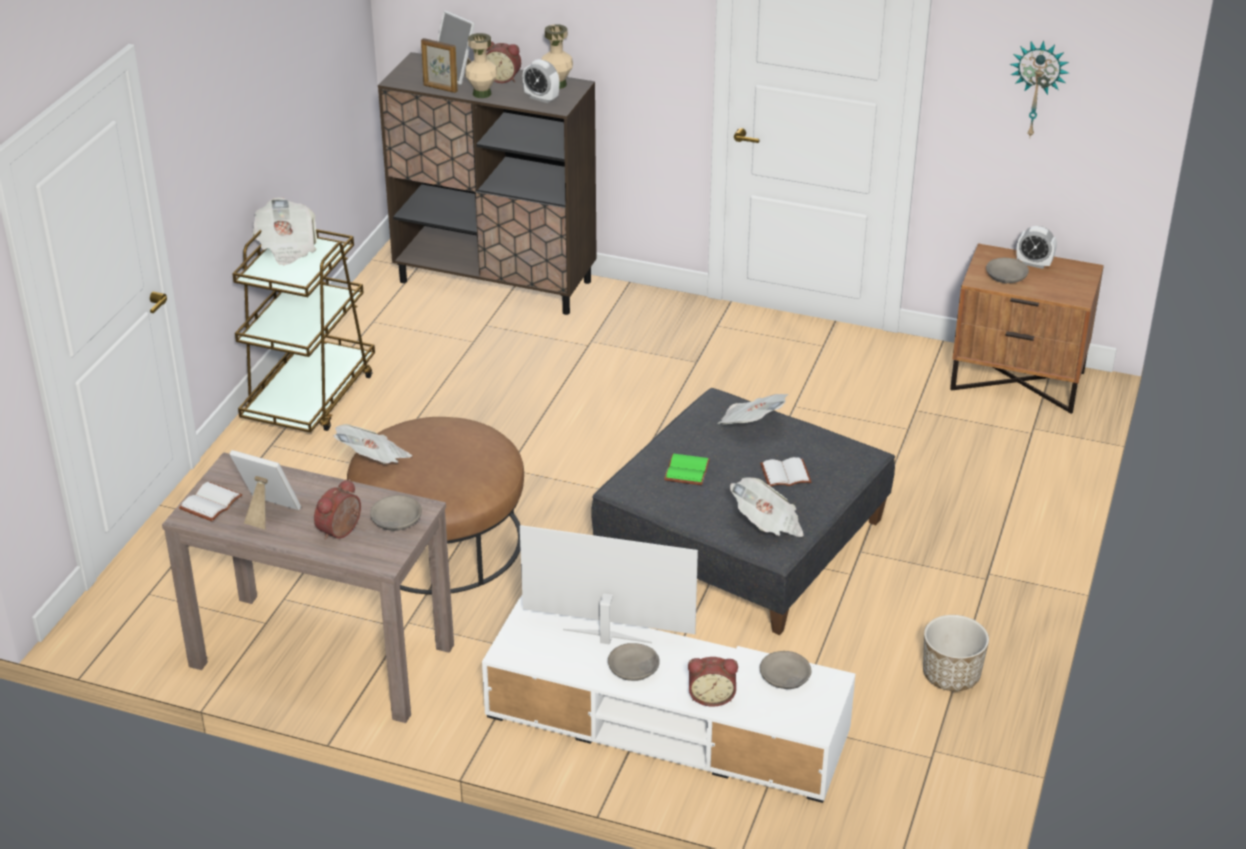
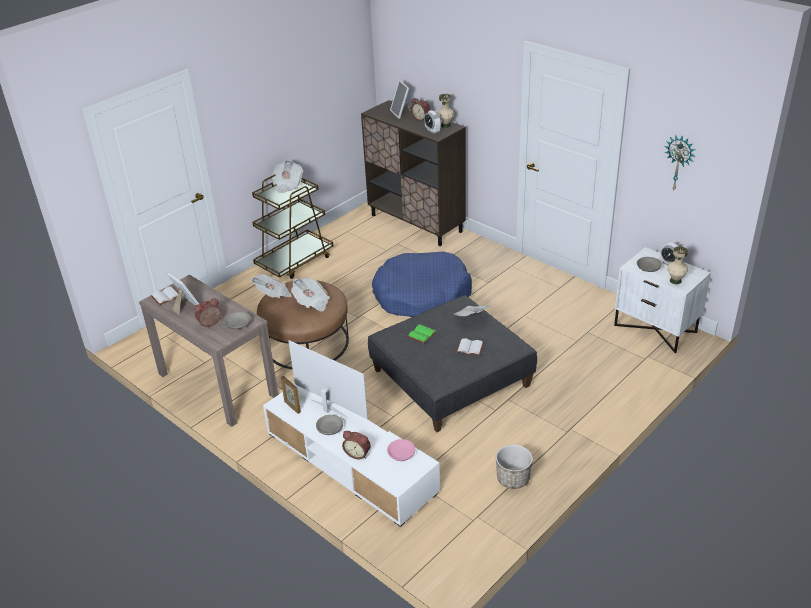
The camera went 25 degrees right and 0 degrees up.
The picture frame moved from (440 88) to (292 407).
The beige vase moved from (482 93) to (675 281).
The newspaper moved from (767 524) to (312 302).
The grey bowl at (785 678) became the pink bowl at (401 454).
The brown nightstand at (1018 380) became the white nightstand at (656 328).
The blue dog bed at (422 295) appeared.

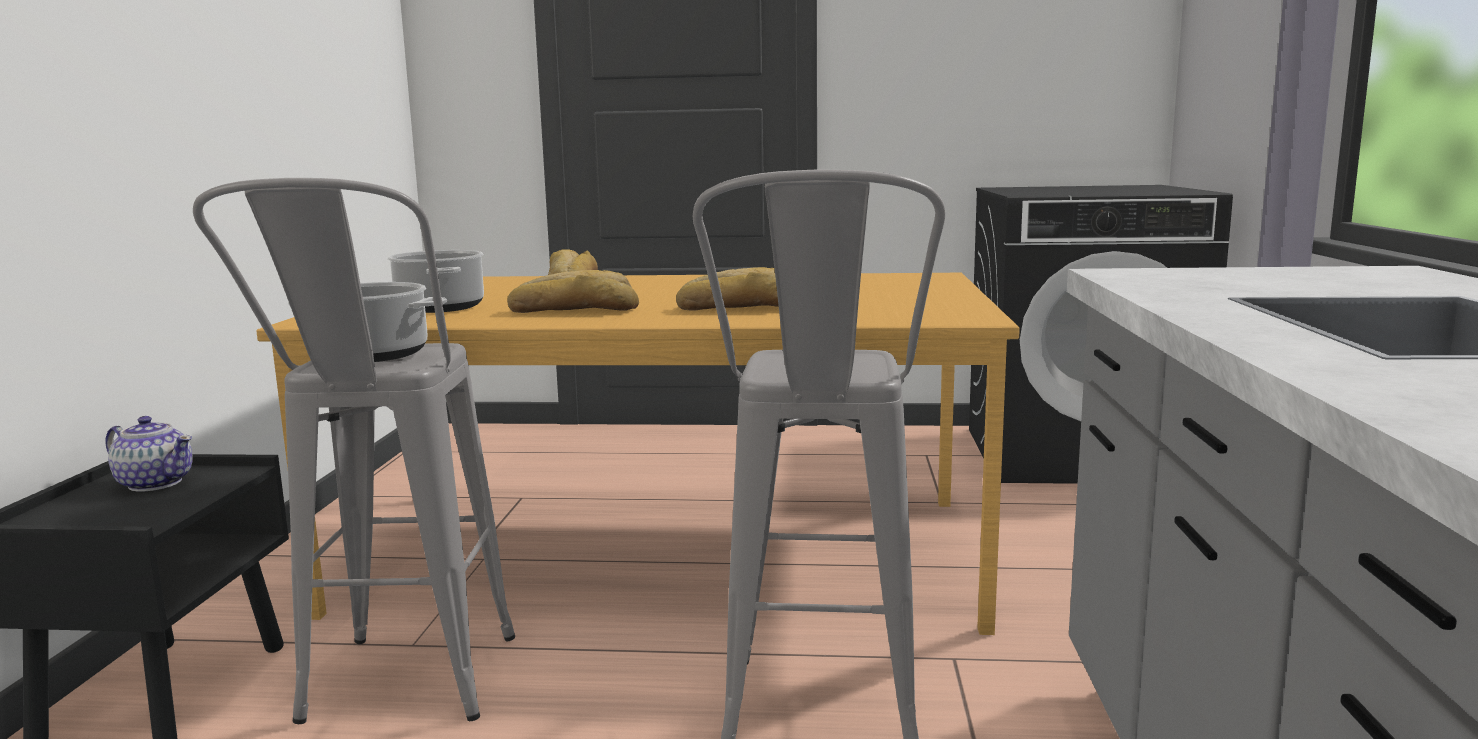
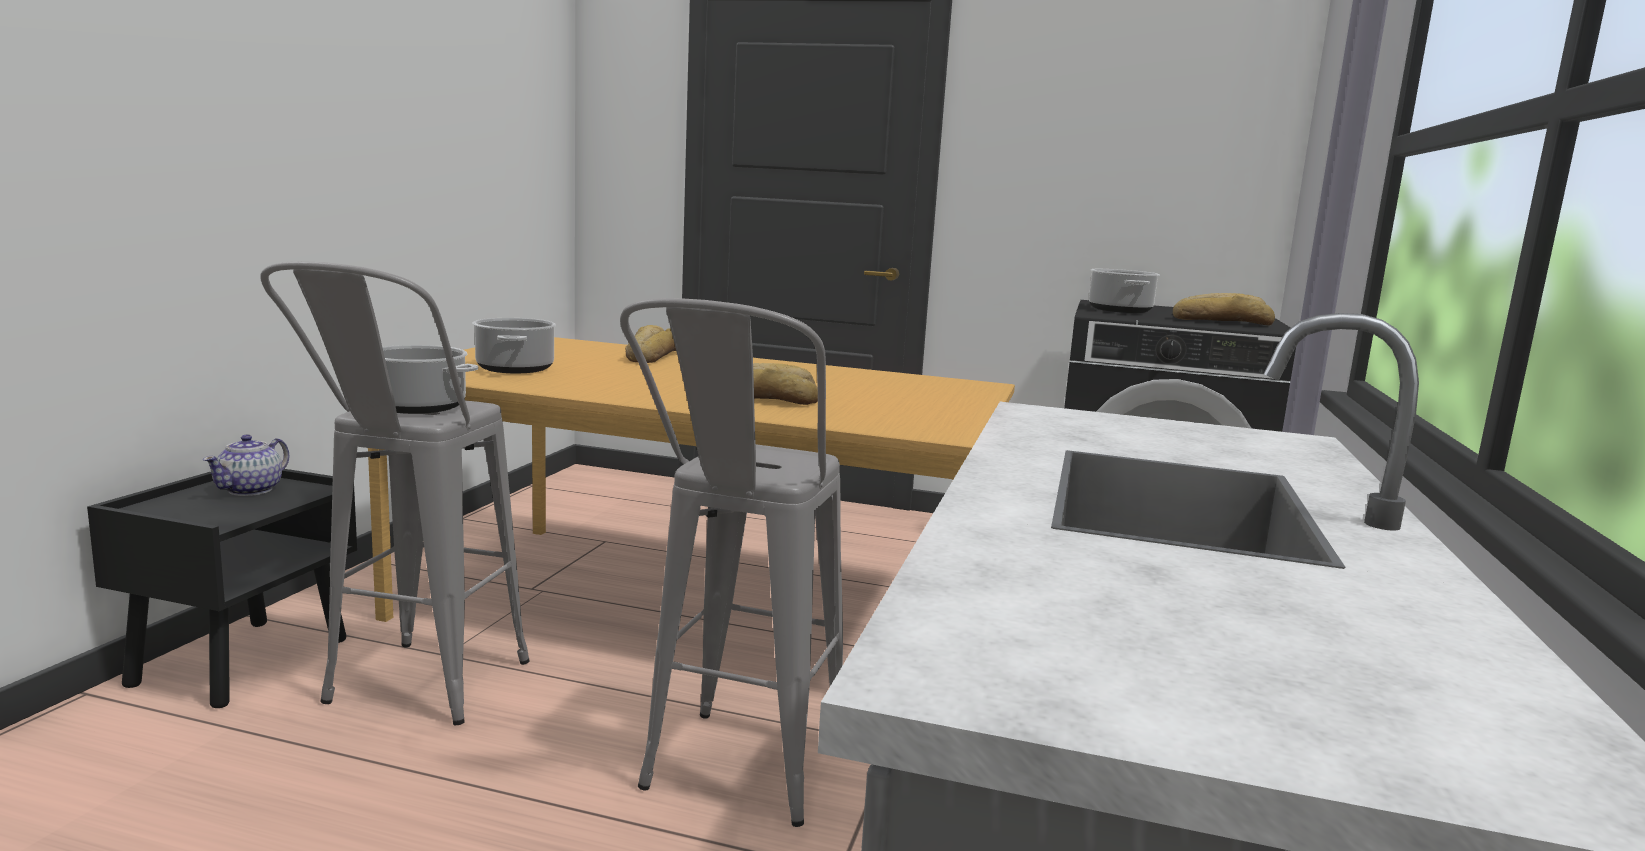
The camera went 10 degrees right and 0 degrees up.
The teapot at (155 483) turned 75 degrees clockwise.
The bread moved from (575 310) to (1221 322).
The cooking pot at (1120 310) appeared.

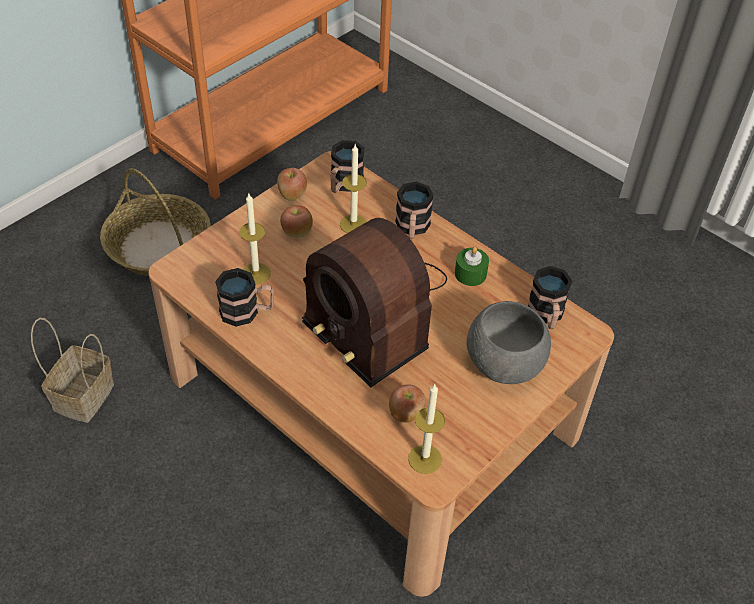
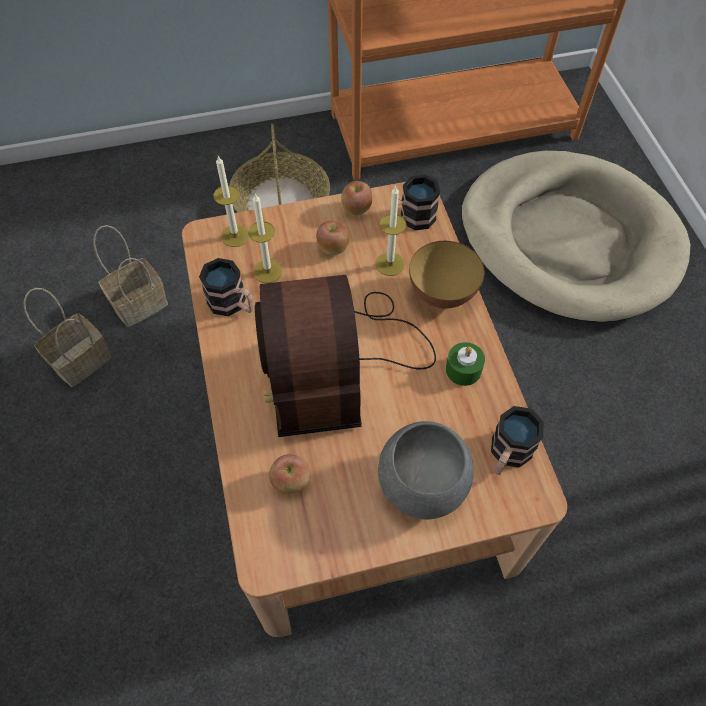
The camera went 35 degrees right and 10 degrees up.
The mug at (412 228) was replaced by the bowl at (442 294).
The candle moved from (425 459) to (235 235).
The basket at (80 363) appeared.
The beige dog bed at (568 240) appeared.

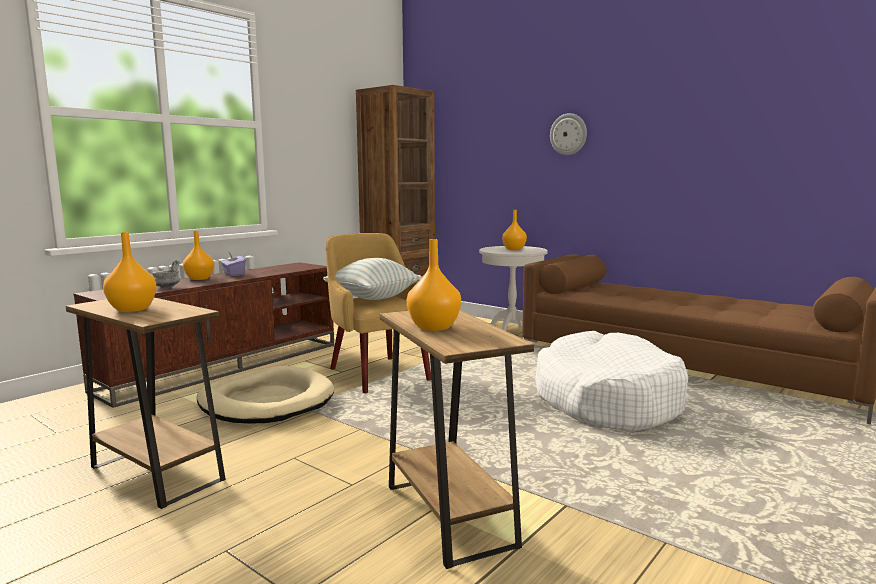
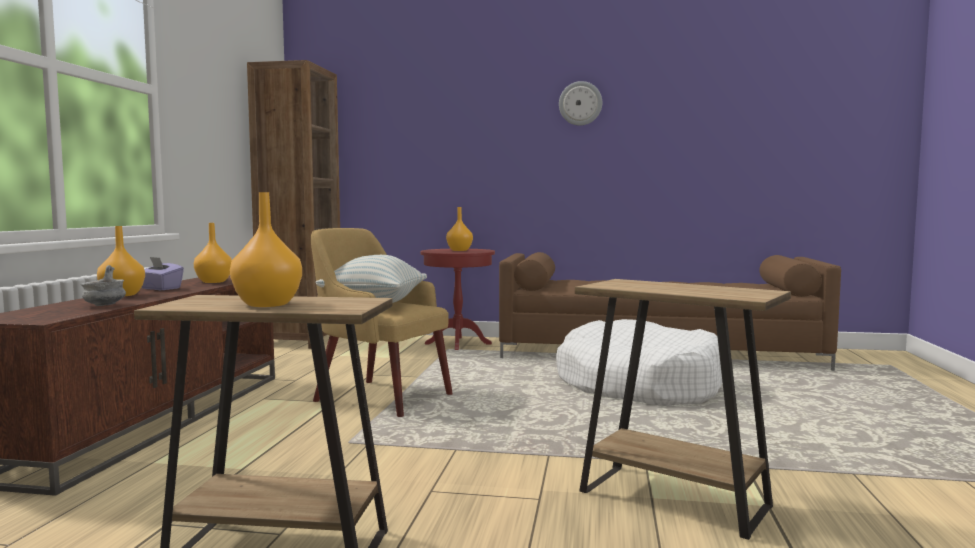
The camera went 30 degrees left and 5 degrees down.
The beige dog bed at (266 401) disappeared.
The orange vase moved from (434 327) to (214 281).
The white side table at (511 333) became the red side table at (458 344).
The wall clock moved from (568 134) to (580 103).

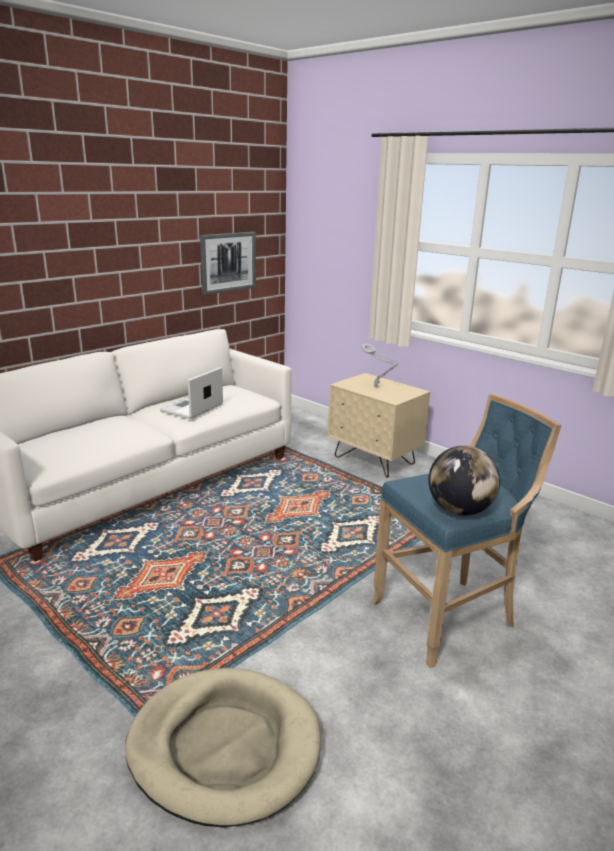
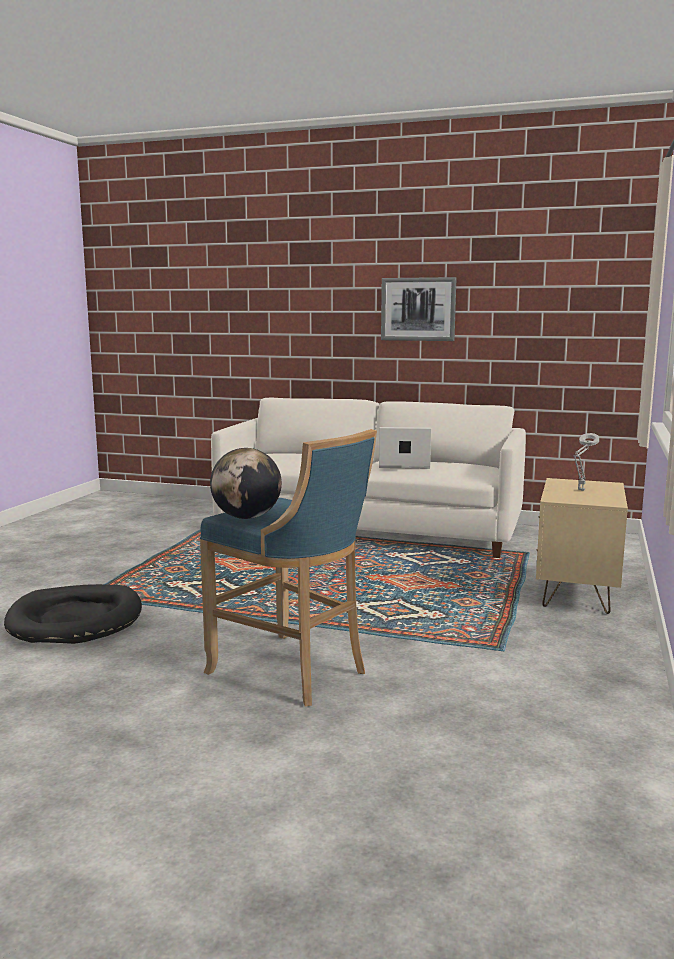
The camera went 65 degrees right and 10 degrees down.
The beige dog bed at (224 747) became the black dog bed at (76 620).
The picture moved from (228 262) to (418 309).

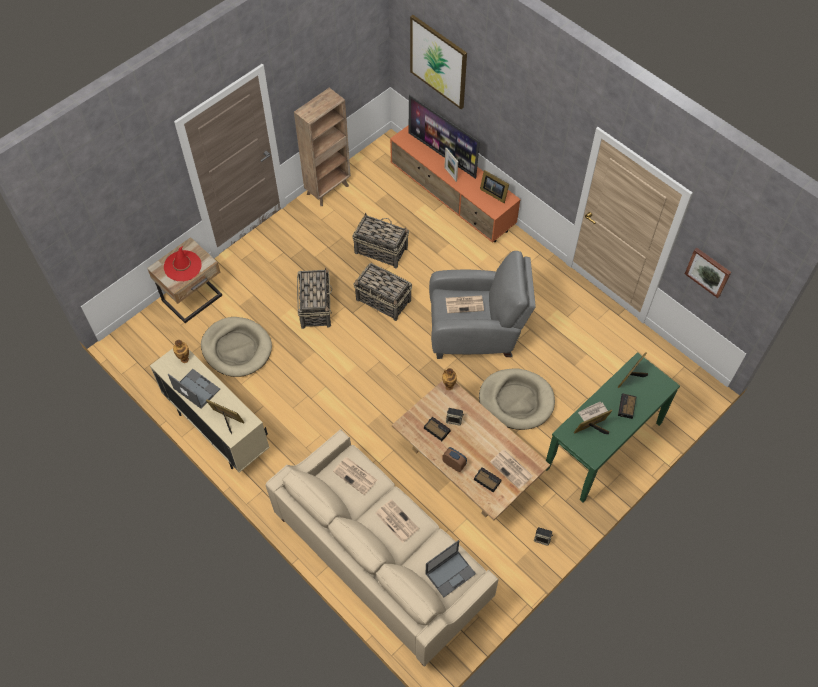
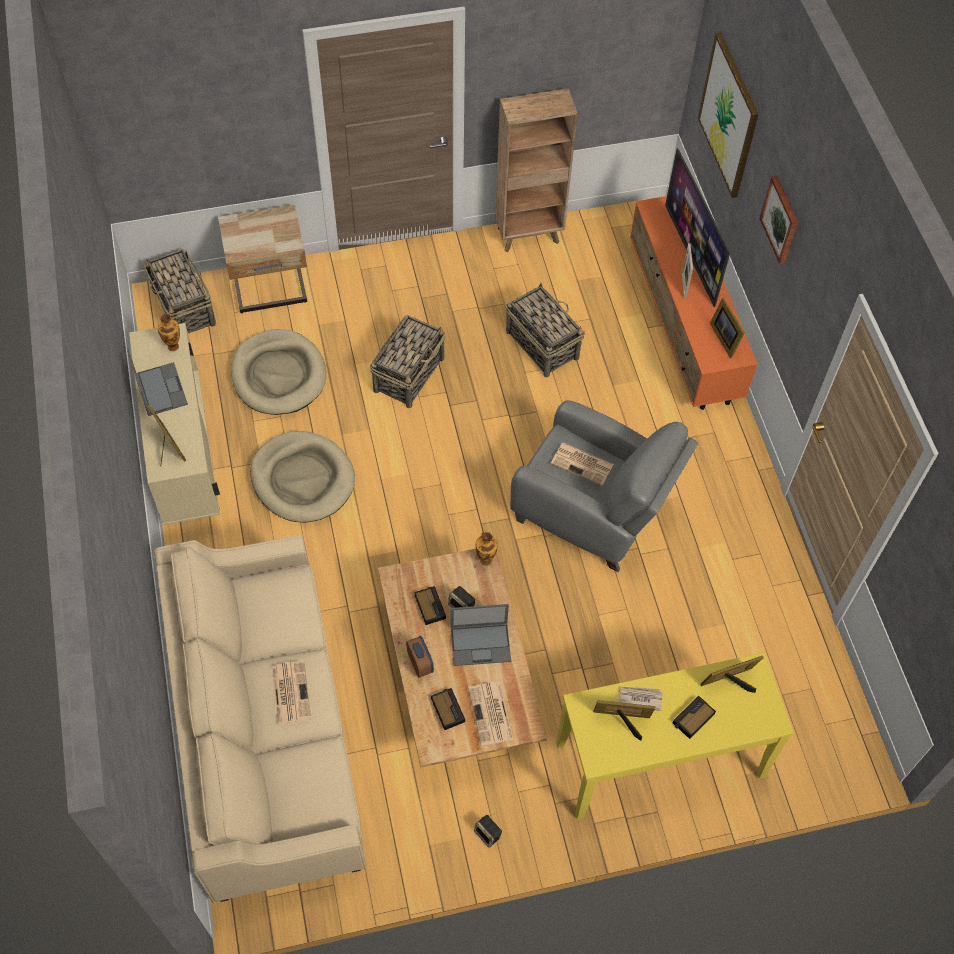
The camera went 30 degrees right and 0 degrees up.
The red hat at (182 266) disappeared.
The newspaper at (356 476) disappeared.
The basket moved from (384 300) to (184 308).
The laptop moved from (450 573) to (481 643).
The beige dog bed moved from (516 400) to (303 479).
The green console table at (603 446) became the yellow console table at (660 760).
The picture moved from (708 271) to (781 219).

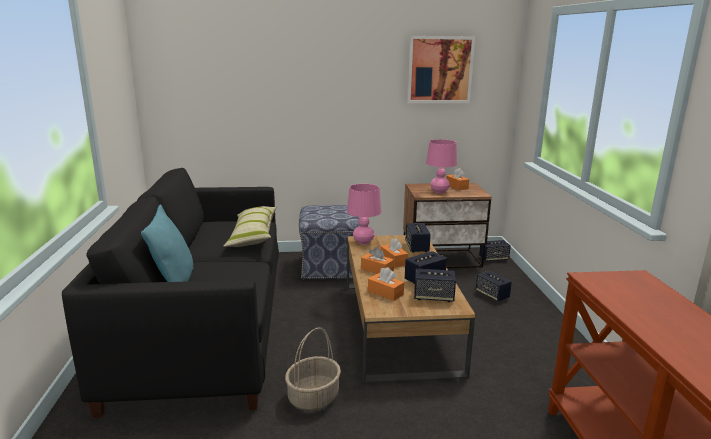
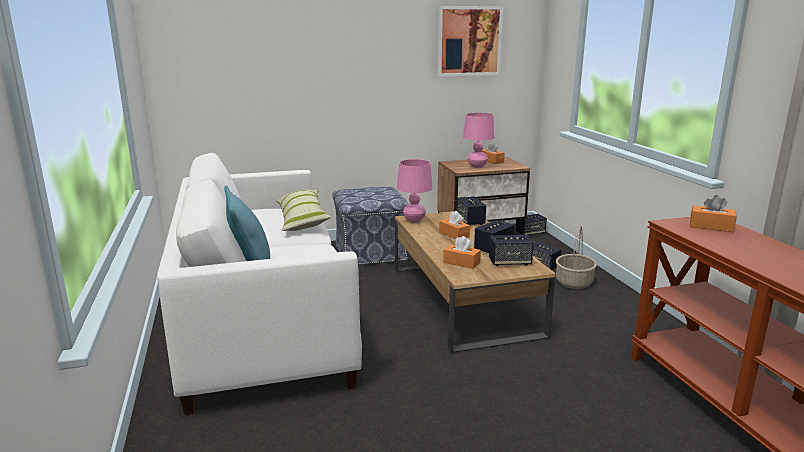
The camera went 10 degrees left and 0 degrees up.
The black sofa at (205 328) became the white sofa at (263 321).
The basket moved from (313 398) to (574 282).
The orange tissue box moved from (377 270) to (711 226).

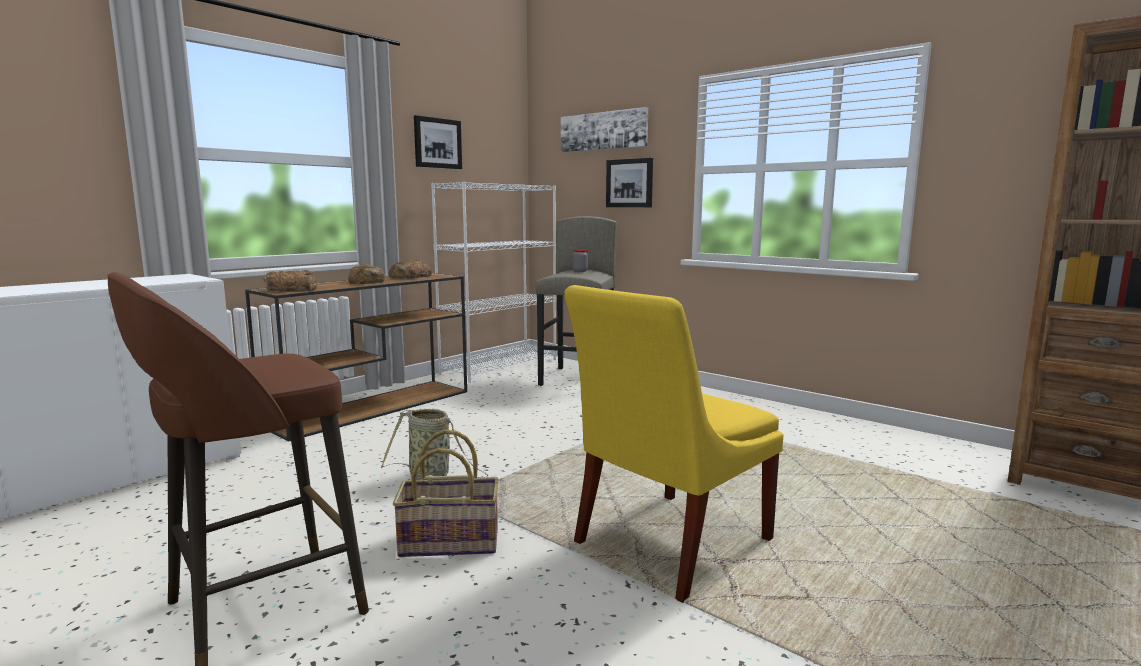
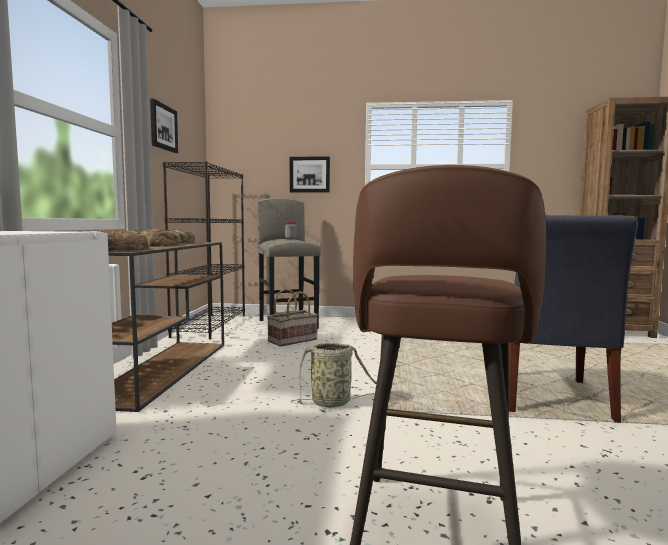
The camera went 35 degrees left and 5 degrees down.
The basket moved from (450 541) to (292 340).
The white bookcase at (500 366) became the black bookcase at (210 325).
The picture at (603 131) disappeared.
The yellow chair at (666 544) became the blue chair at (549 398).

